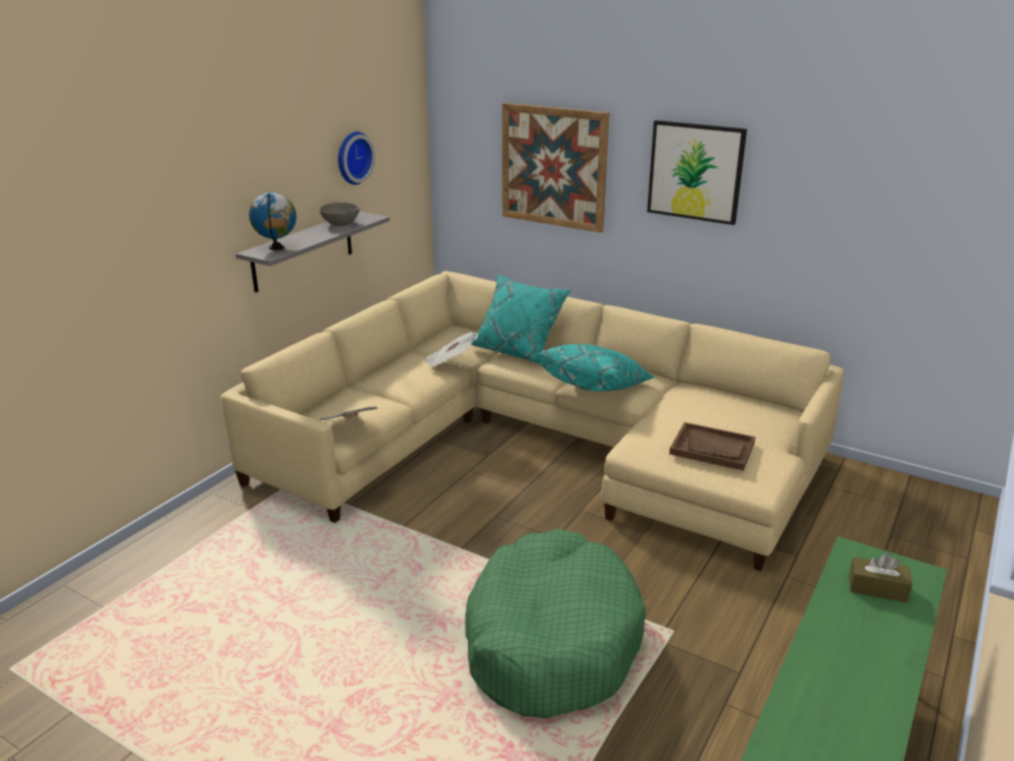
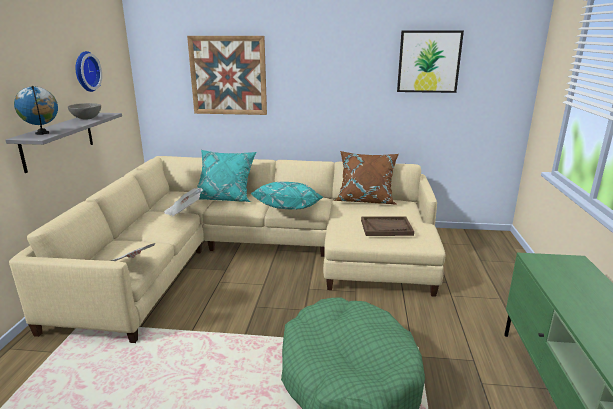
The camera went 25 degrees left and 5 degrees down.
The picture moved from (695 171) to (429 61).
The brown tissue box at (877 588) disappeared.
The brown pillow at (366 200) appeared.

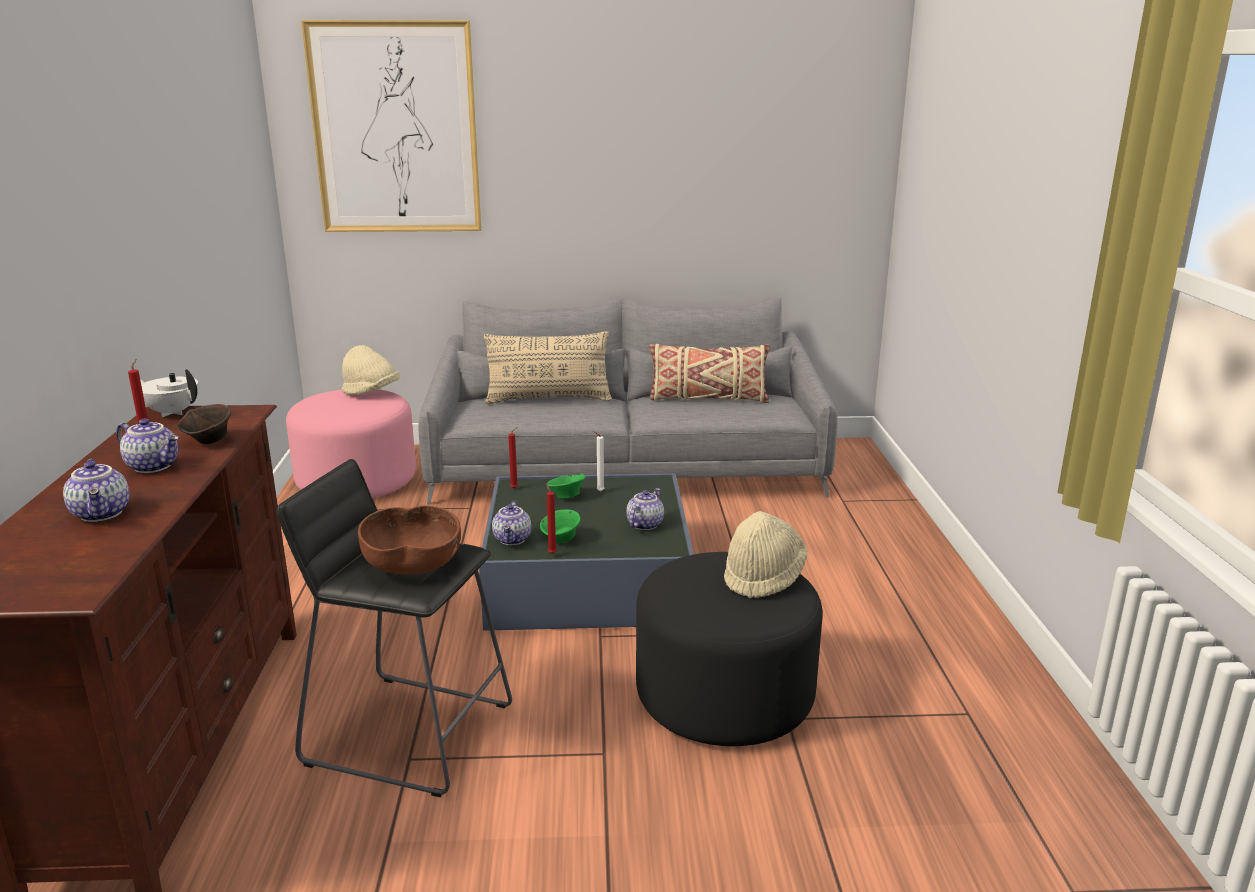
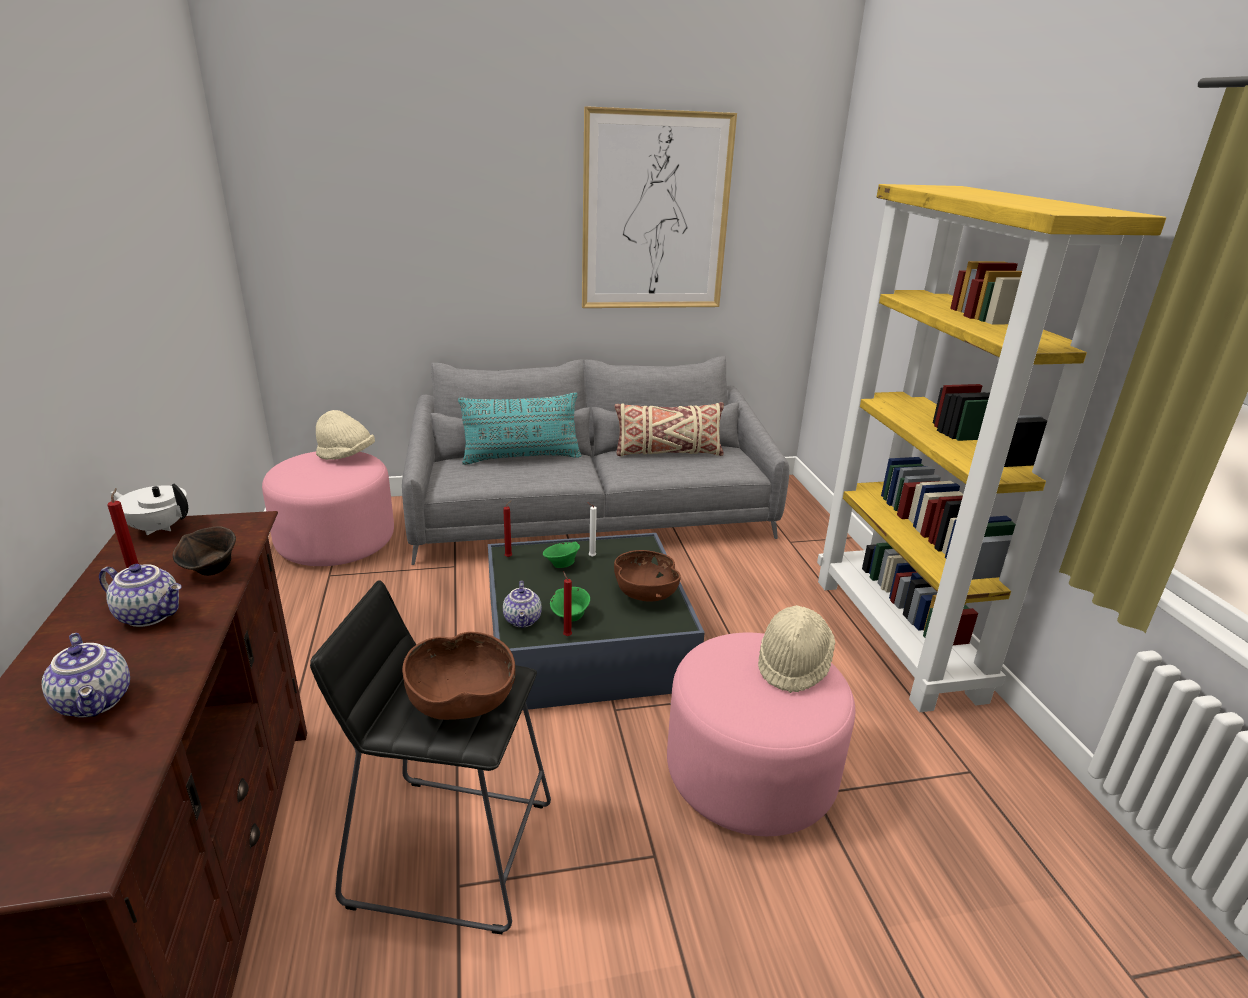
The camera went 10 degrees left and 5 degrees up.
The picture moved from (395 129) to (655 213).
The beige pillow at (548 399) became the turquoise pillow at (521 457).
The teapot at (644 524) was replaced by the brown bowl at (644 594).
The black ottoman at (725 696) became the pink ottoman at (750 772).
The yellow bookcase at (897 637) appeared.

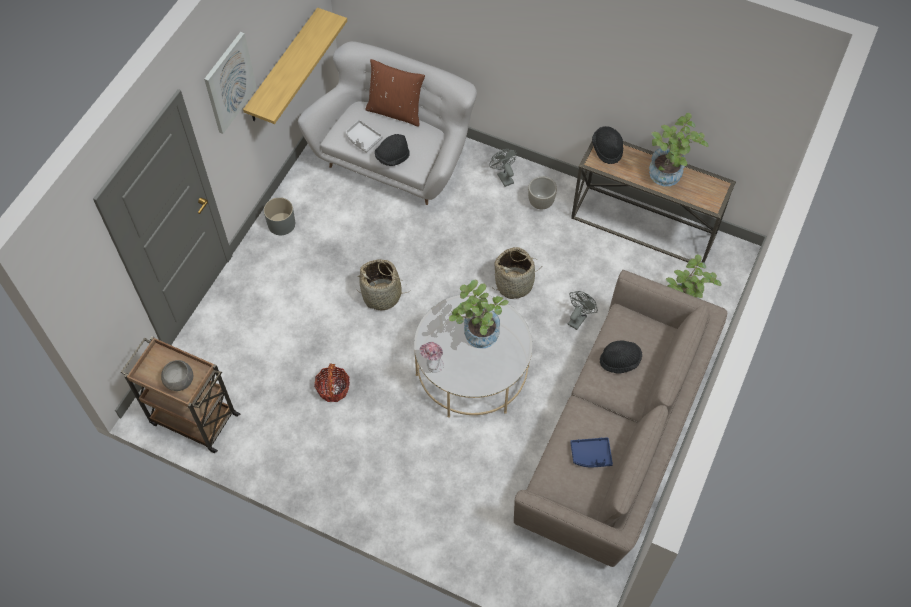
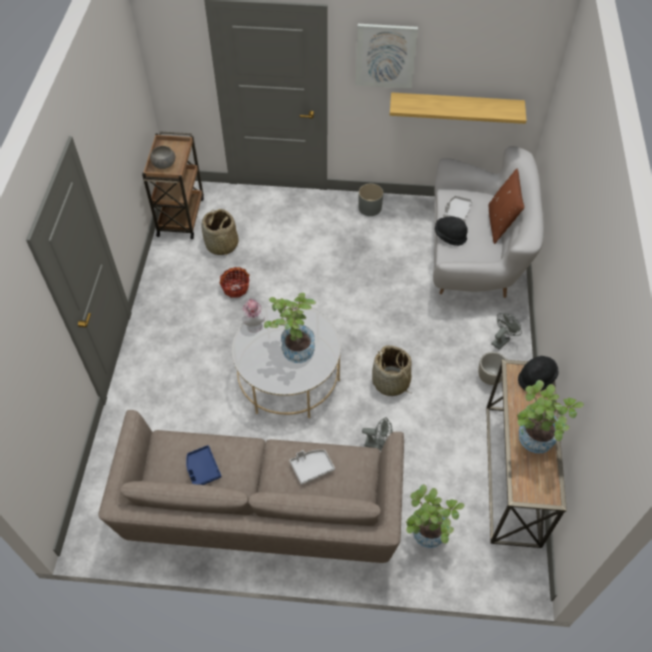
The camera went 70 degrees right and 5 degrees down.
The basket moved from (382 295) to (221 245).
The black hat at (620 361) was replaced by the grey tray at (311 467).

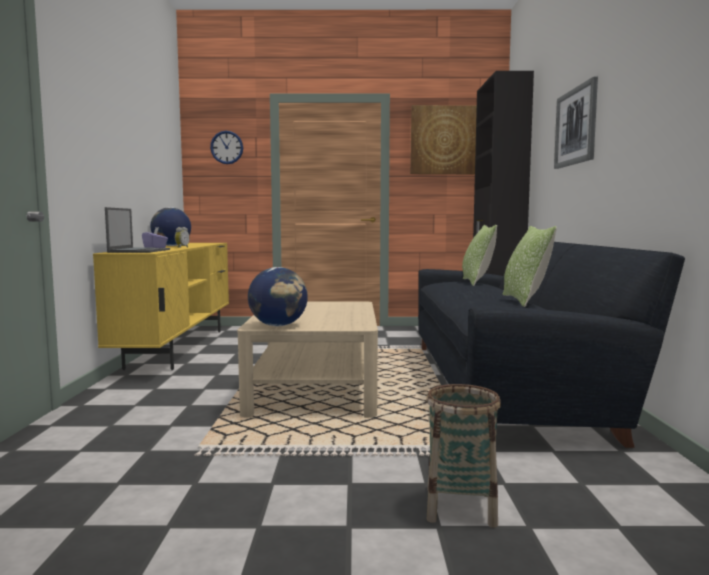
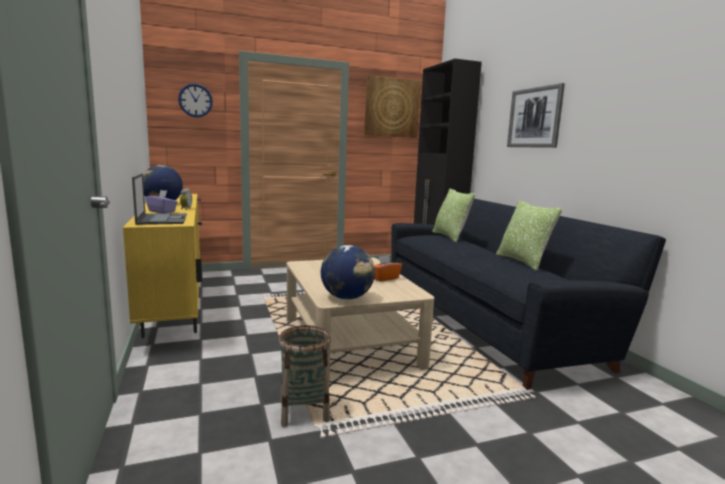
The camera went 20 degrees left and 5 degrees up.
The basket moved from (460 507) to (304 411).
The orange tissue box at (384 278) appeared.

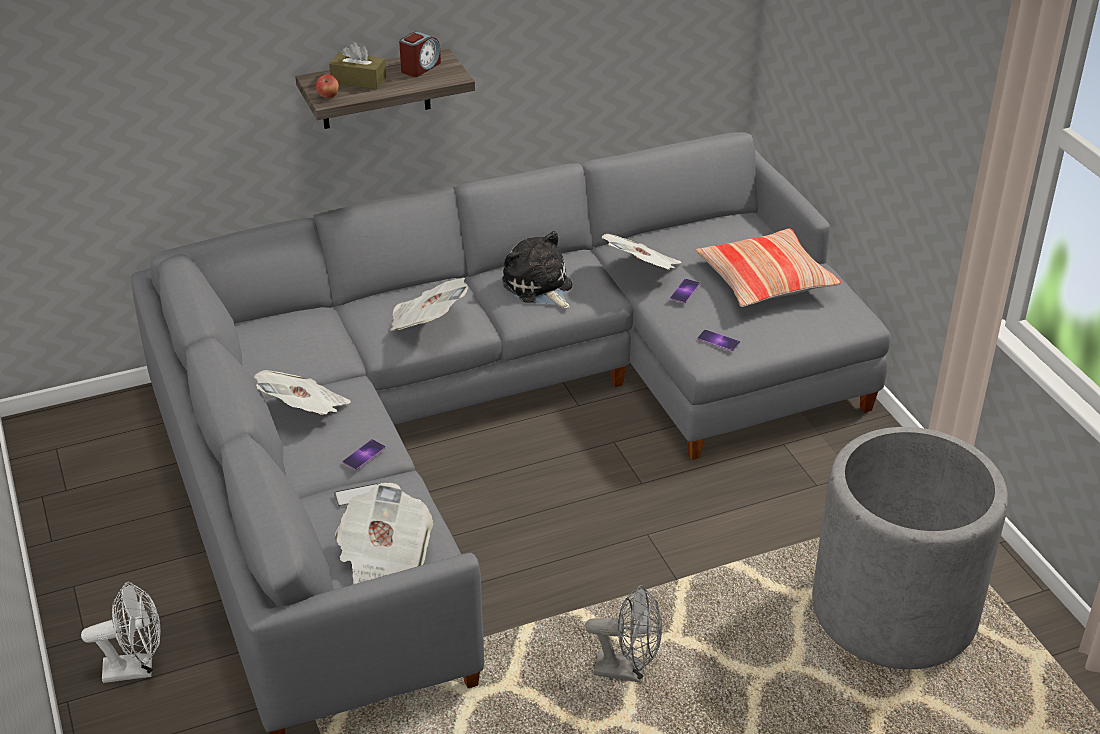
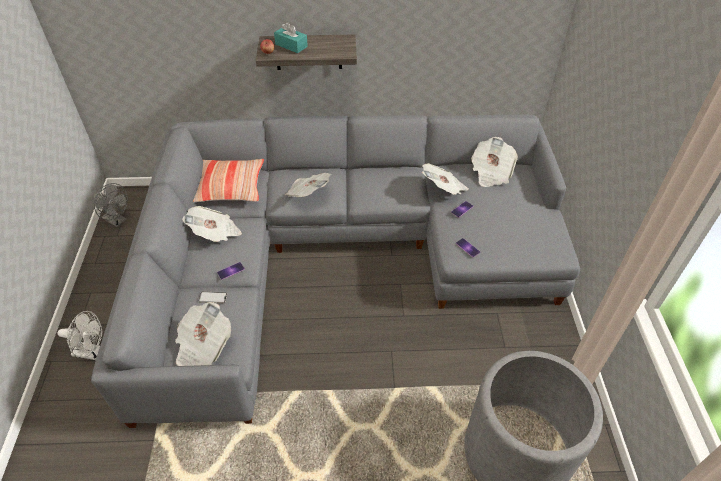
The camera went 20 degrees right and 10 degrees up.
The brown tissue box at (358 80) became the turquoise tissue box at (291 45).
The alarm clock at (420 67) disappeared.
The plush toy at (539 287) disappeared.
The grey fan moved from (628 670) to (117 220).
The pillow moved from (765 280) to (230 187).
The newspaper at (491 172) appeared.

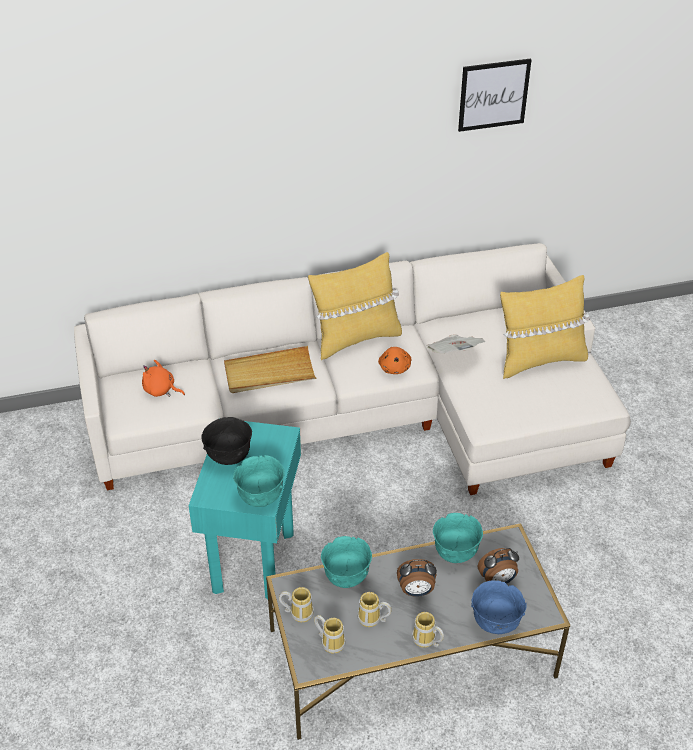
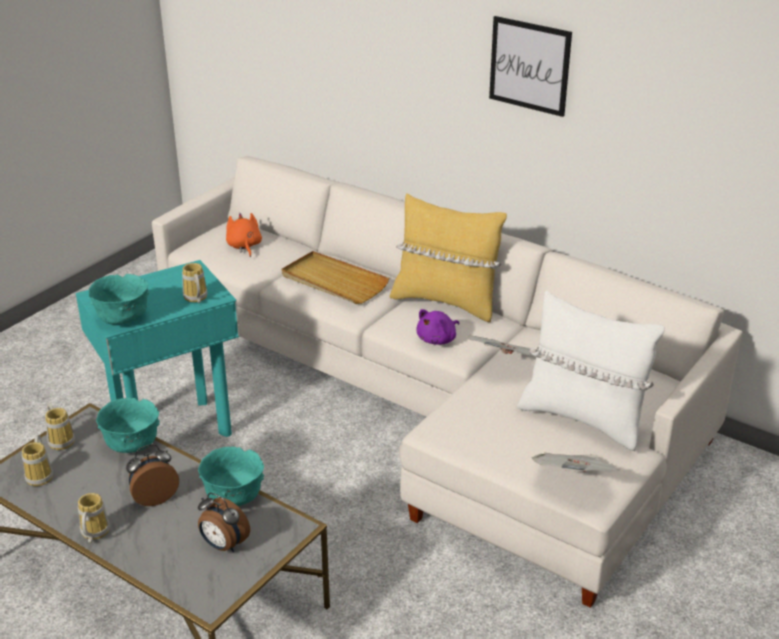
The camera went 50 degrees right and 10 degrees down.
The black bowl at (229 456) disappeared.
The mug moved from (372 620) to (195 299).
The orange plush toy at (394 367) became the purple plush toy at (438 339).
The alarm clock at (416 591) turned 105 degrees clockwise.
The picture moved from (493 95) to (529 66).
The blue bowl at (495 622) disappeared.
The yellow pillow at (539 360) became the white pillow at (582 419).
The newspaper at (574 480) appeared.

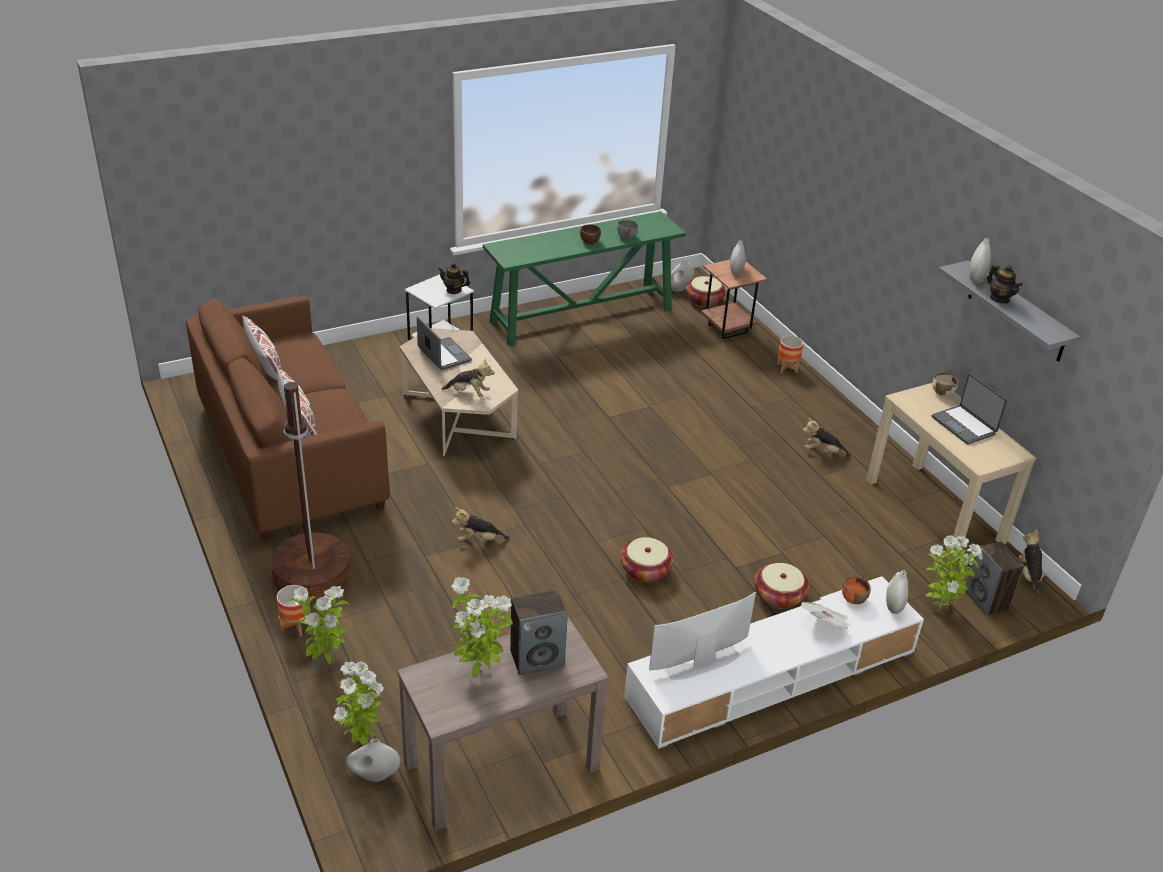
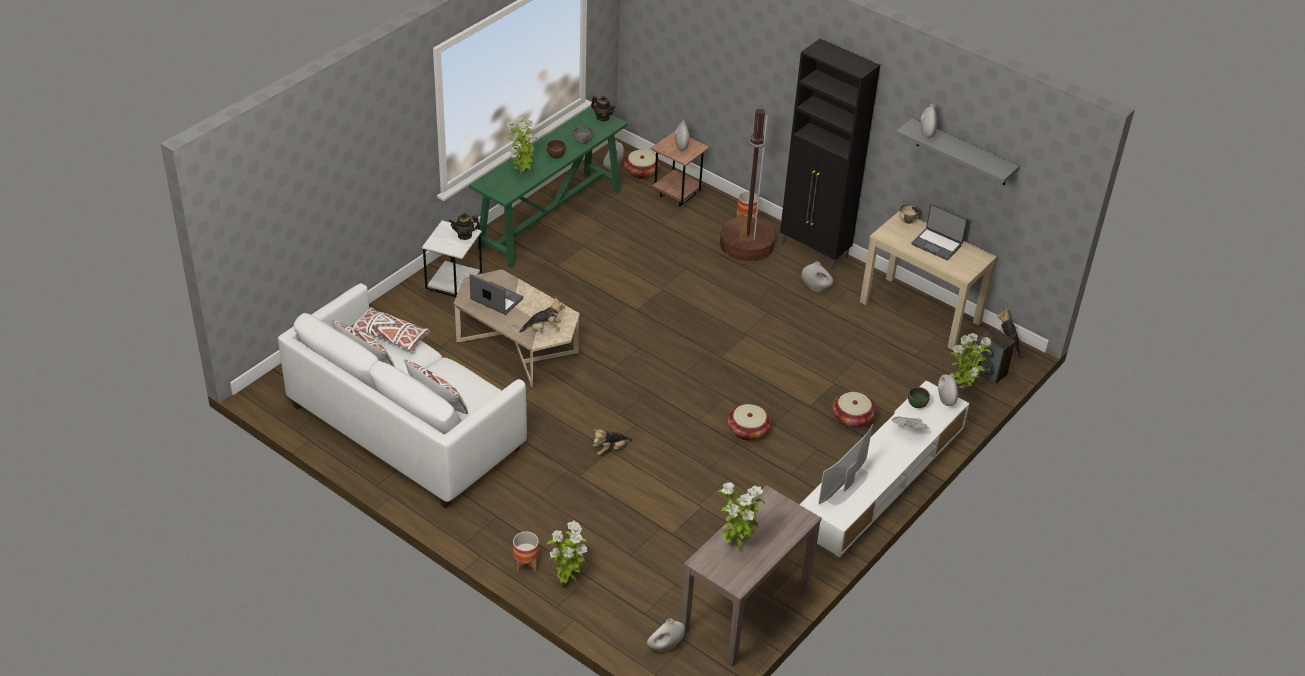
The camera went 25 degrees left and 5 degrees up.
The brown sofa at (289 454) became the white sofa at (405 428).
The brown floor lamp moved from (311 574) to (746 245).
The potted plant moved from (360 741) to (521 173).
The speaker at (537 658) disappeared.
The plush toy at (822 452) was replaced by the white vase at (816 288).
The orange bowl at (853 599) became the green bowl at (917 404).
The teapot moved from (999 299) to (603 118).
The white pillow at (391 336) appeared.
The black cabinet at (815 251) appeared.

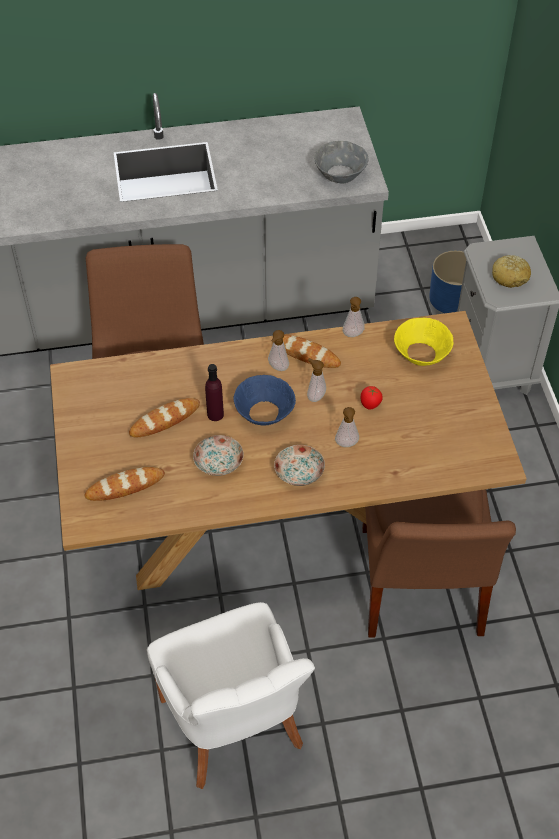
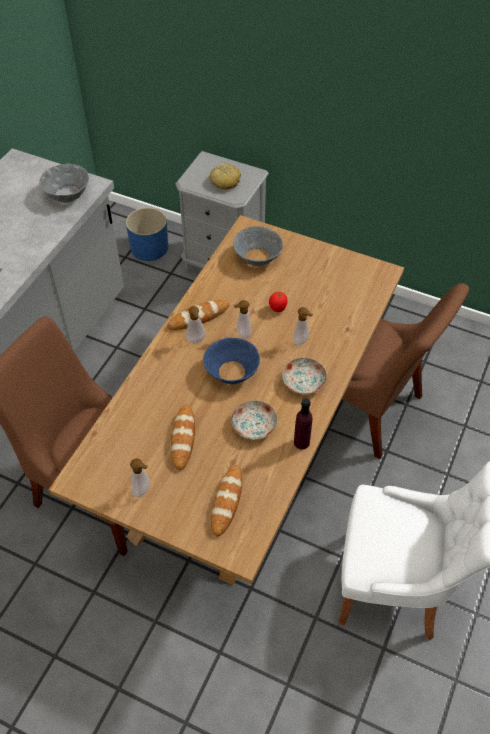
The camera went 55 degrees left and 0 degrees up.
The purple bottle moved from (215 414) to (301 442).
The soap dispenser moved from (353 335) to (143 490).
The yellow bowl at (421 354) became the grey bowl at (257 257).

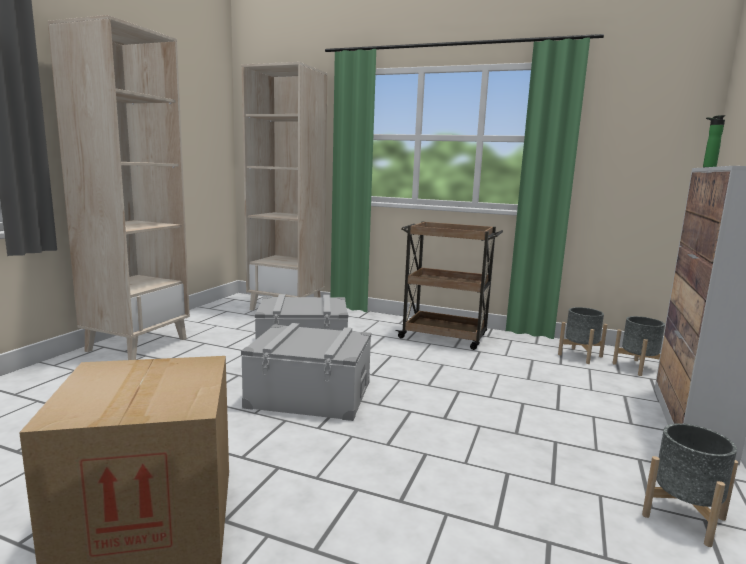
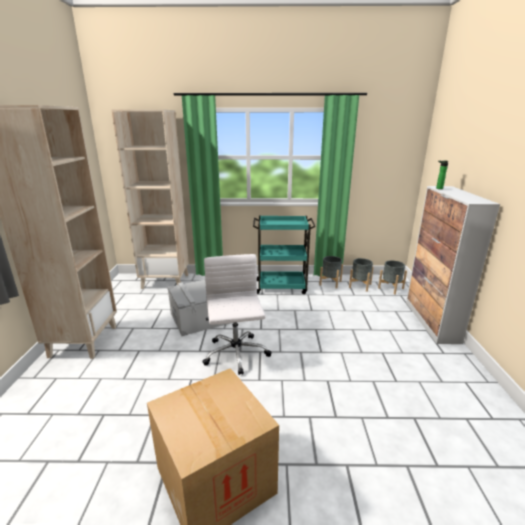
The camera went 20 degrees left and 10 degrees up.
The grey storage box at (310 394) was replaced by the white office chair at (236 355).
The brown cart at (445 337) became the turquoise cart at (282 287).
The grey planter moved from (683 517) to (330 283).

